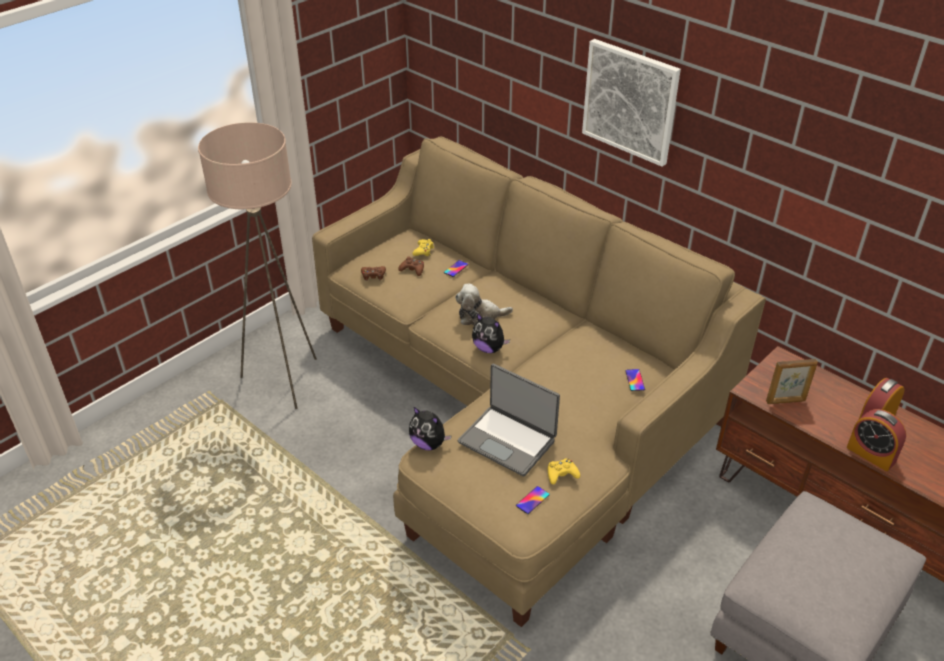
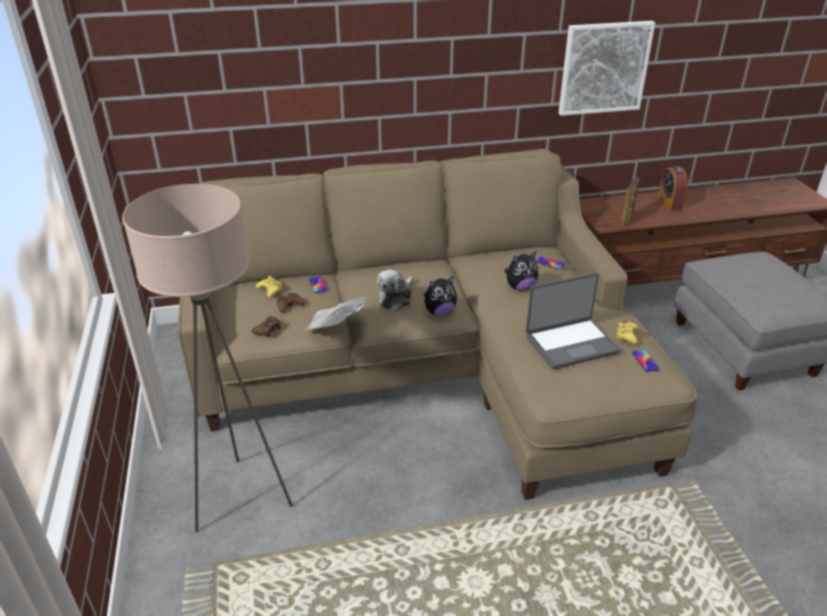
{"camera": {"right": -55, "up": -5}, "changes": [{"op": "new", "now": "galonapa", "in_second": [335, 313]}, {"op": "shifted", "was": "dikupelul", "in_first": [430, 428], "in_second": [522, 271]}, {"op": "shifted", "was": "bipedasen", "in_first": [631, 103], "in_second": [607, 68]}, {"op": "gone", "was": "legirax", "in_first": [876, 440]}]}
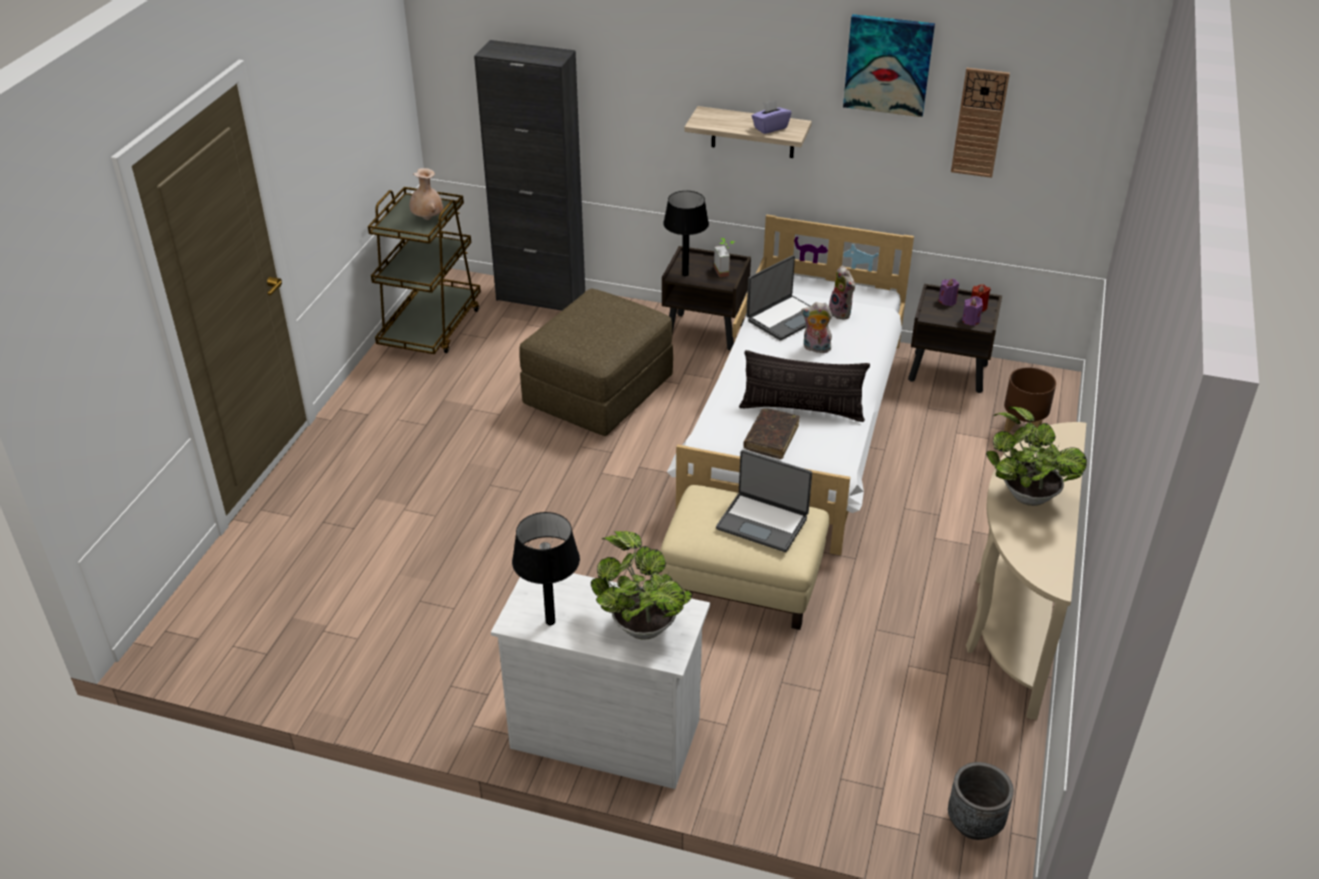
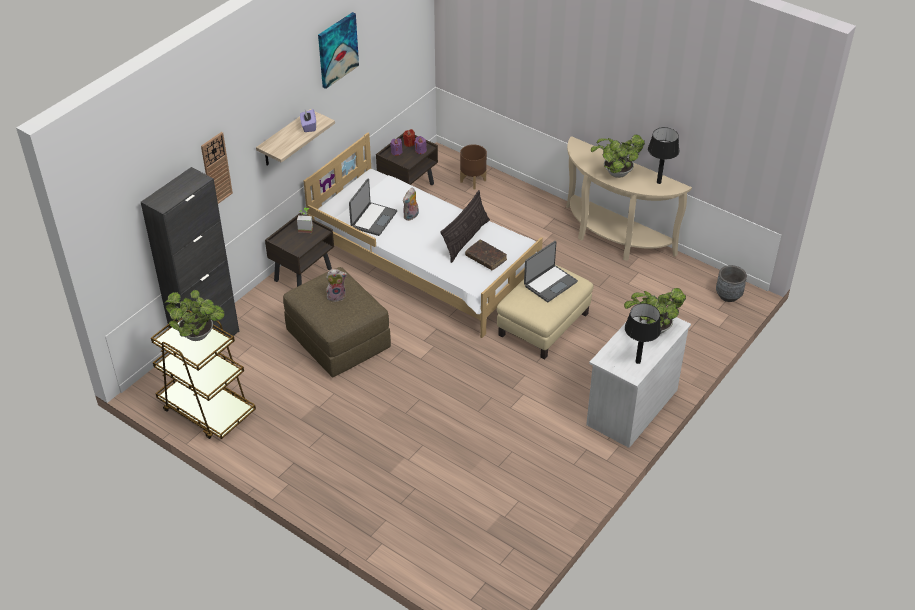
{"camera": {"right": -70, "up": 5}, "changes": [{"op": "swapped", "was": "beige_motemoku", "now": "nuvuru", "in_first": [426, 194], "in_second": [195, 315]}, {"op": "shifted", "was": "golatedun", "in_first": [980, 123], "in_second": [217, 168]}, {"op": "shifted", "was": "dikupelul", "in_first": [842, 292], "in_second": [336, 285]}, {"op": "rotated", "was": "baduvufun", "in_first": [778, 298], "in_second": [373, 207], "clockwise": 45}, {"op": "shifted", "was": "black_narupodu", "in_first": [686, 234], "in_second": [663, 155]}]}
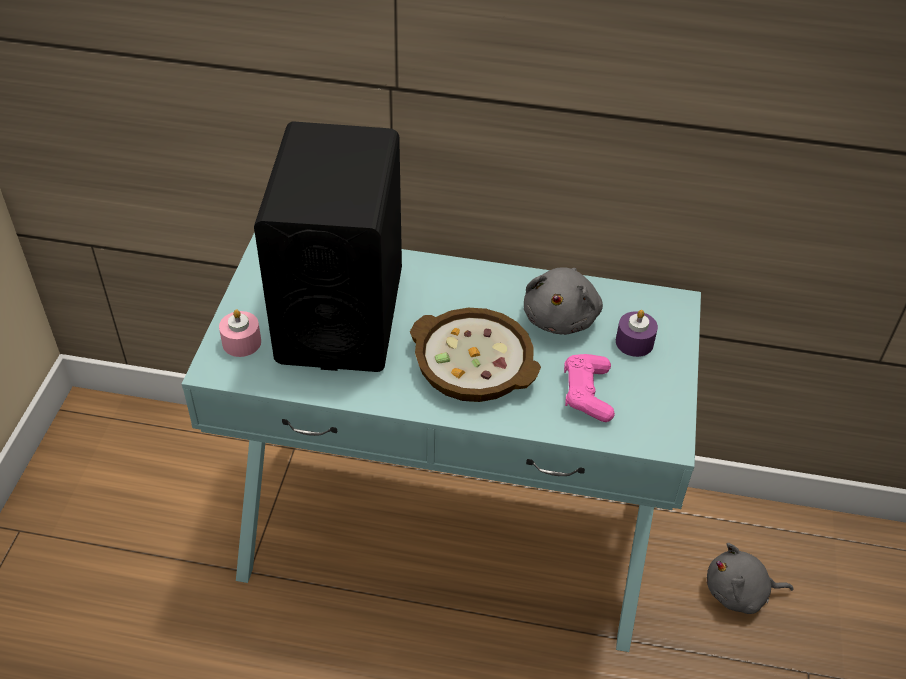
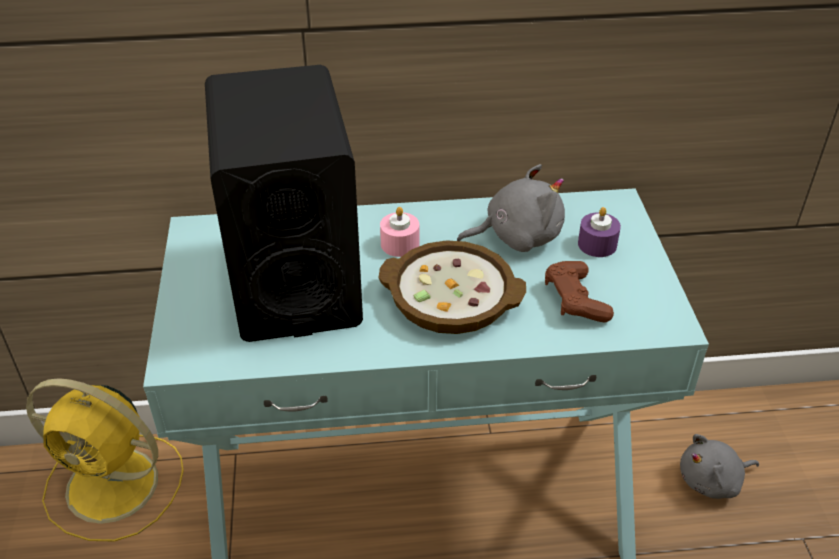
{"camera": {"right": -15, "up": -5}, "changes": [{"op": "new", "now": "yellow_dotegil", "in_second": [105, 459]}, {"op": "shifted", "was": "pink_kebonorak", "in_first": [240, 333], "in_second": [399, 232]}, {"op": "rotated", "was": "grey_dikupelul", "in_first": [563, 301], "in_second": [511, 208], "clockwise": -105}, {"op": "repainted", "was": "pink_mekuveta", "now": "brown_mekuveta", "in_first": [589, 388], "in_second": [579, 291]}]}
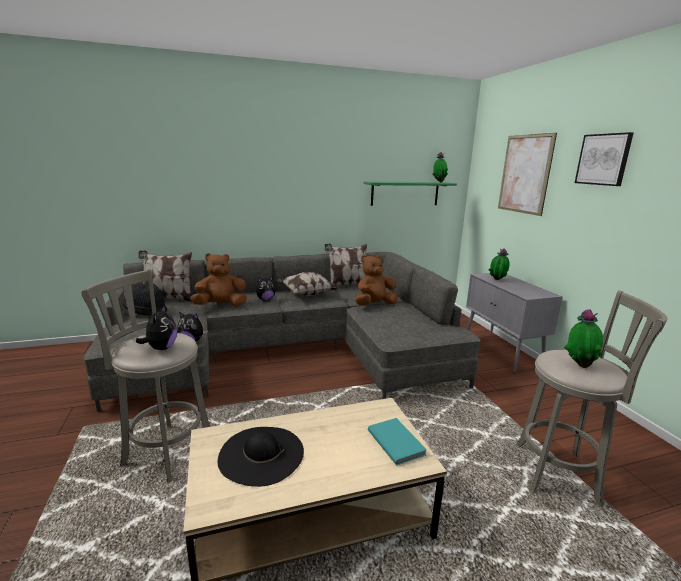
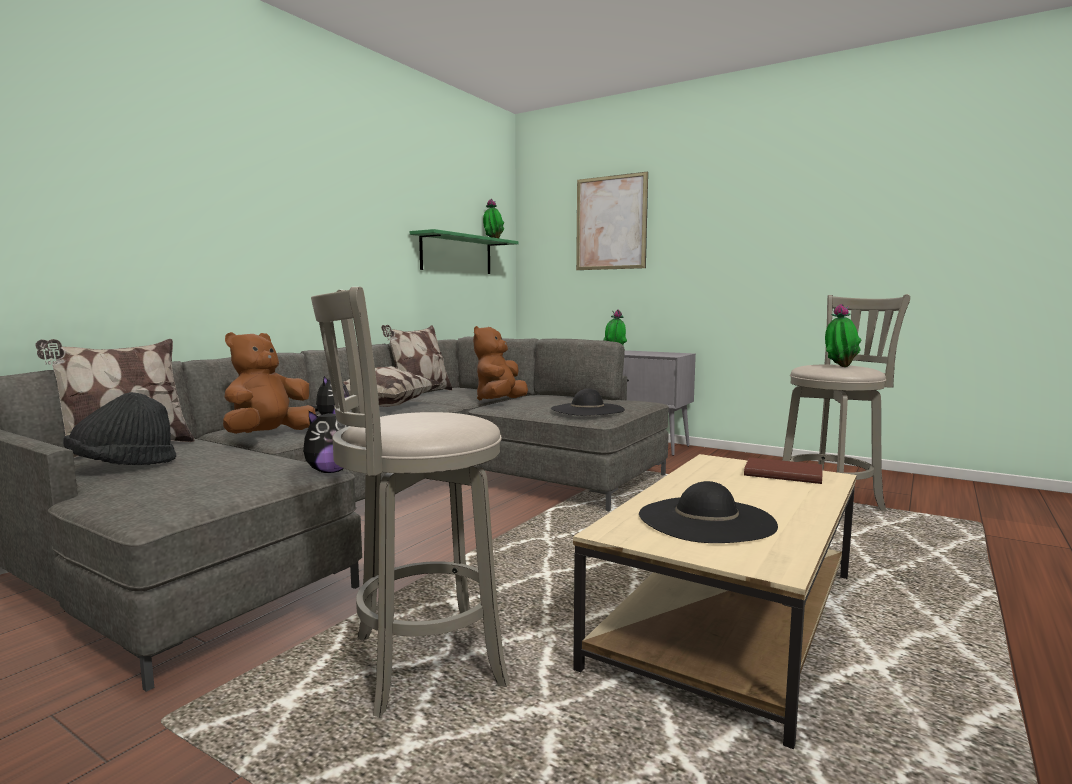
{"camera": {"right": -40, "up": -10}, "changes": [{"op": "new", "now": "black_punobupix", "in_second": [588, 402]}, {"op": "repainted", "was": "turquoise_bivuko", "now": "brown_bivuko", "in_first": [397, 441], "in_second": [783, 470]}, {"op": "gone", "was": "dikupelul", "in_first": [156, 327]}, {"op": "gone", "was": "bipedasen", "in_first": [604, 159]}]}
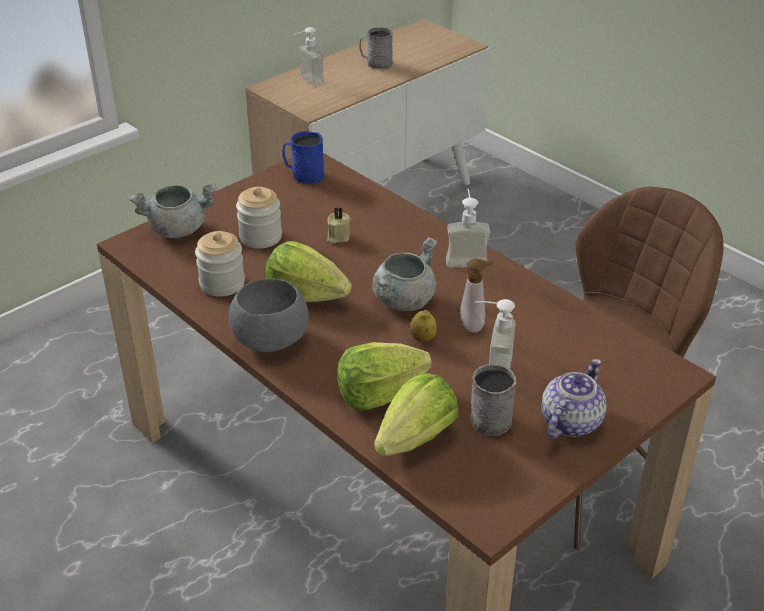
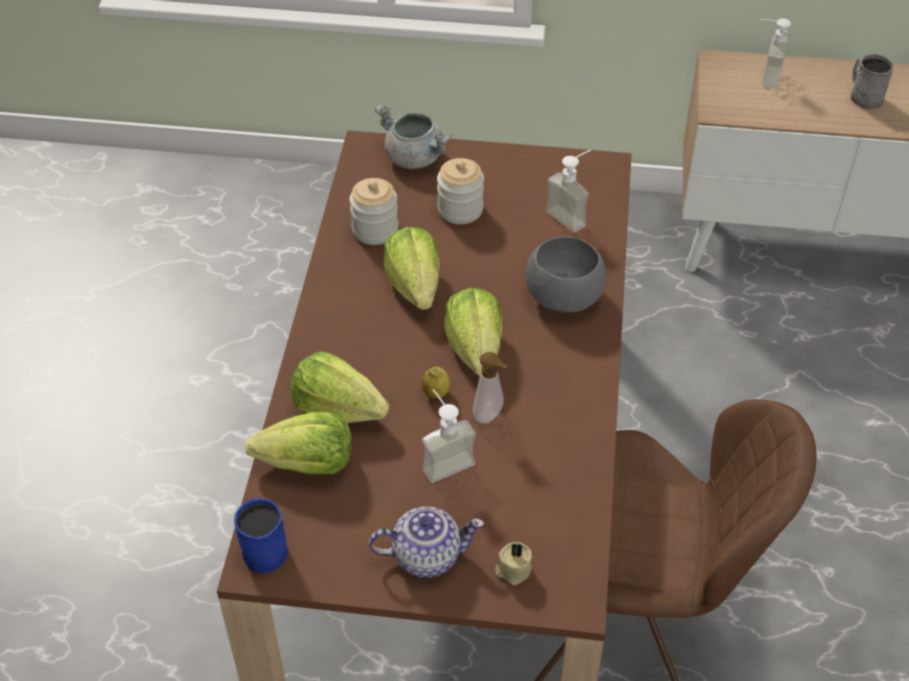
{"camera": {"right": 50, "up": 10}, "changes": [{"op": "shifted", "was": "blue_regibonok", "in_first": [303, 157], "in_second": [261, 535]}, {"op": "swapped", "was": "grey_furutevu", "now": "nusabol", "in_first": [404, 274], "in_second": [473, 332]}, {"op": "shifted", "was": "beige_kebonorak", "in_first": [339, 225], "in_second": [513, 563]}, {"op": "shifted", "was": "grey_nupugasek", "in_first": [269, 315], "in_second": [566, 274]}, {"op": "shifted", "was": "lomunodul", "in_first": [468, 227], "in_second": [568, 191]}, {"op": "gone", "was": "grey_regibonok", "in_first": [493, 400]}]}
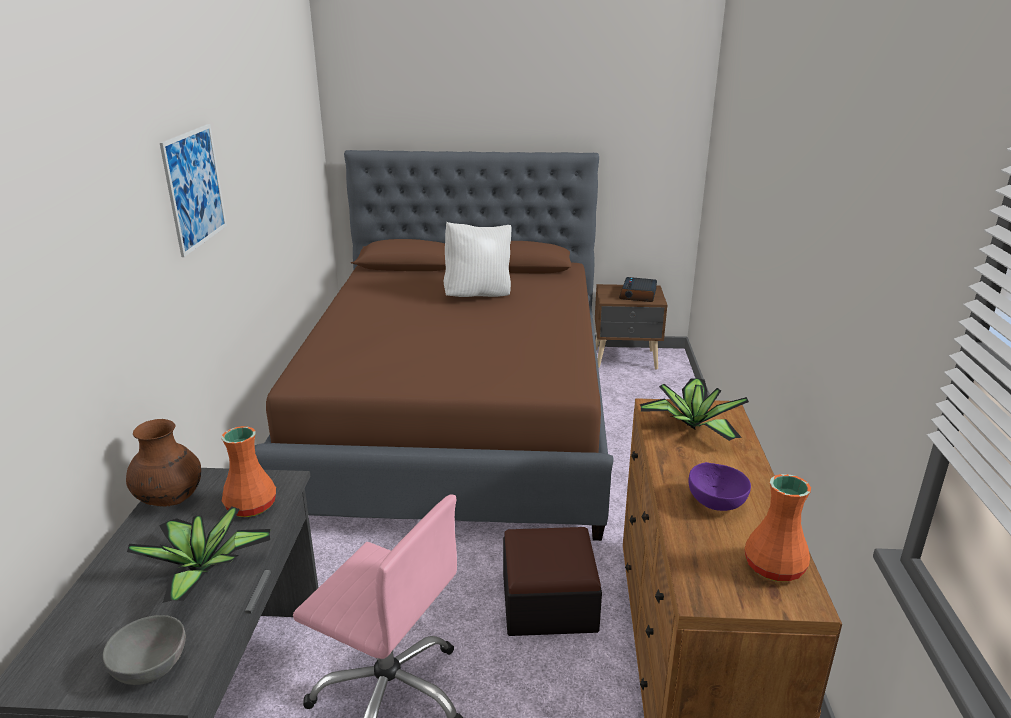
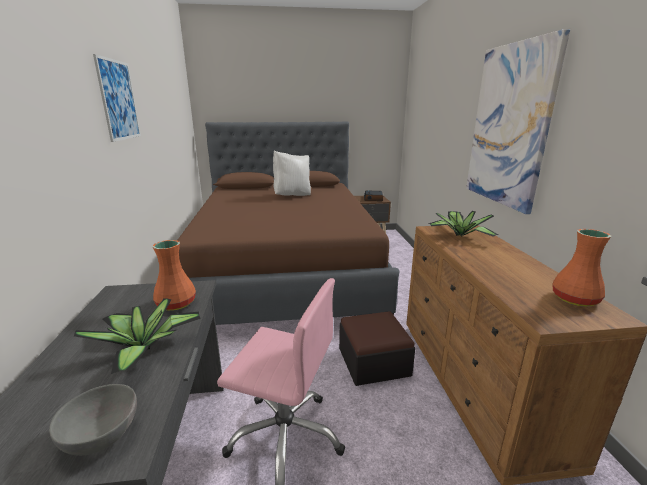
{"camera": {"right": -10, "up": -5}, "changes": [{"op": "new", "now": "bipedasen", "in_second": [518, 121]}, {"op": "gone", "was": "brown_motemoku", "in_first": [163, 463]}, {"op": "gone", "was": "purple_nupugasek", "in_first": [720, 486]}]}
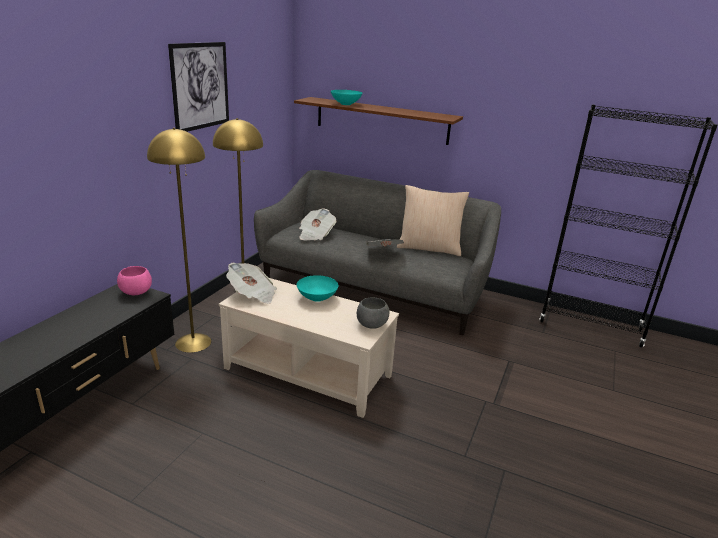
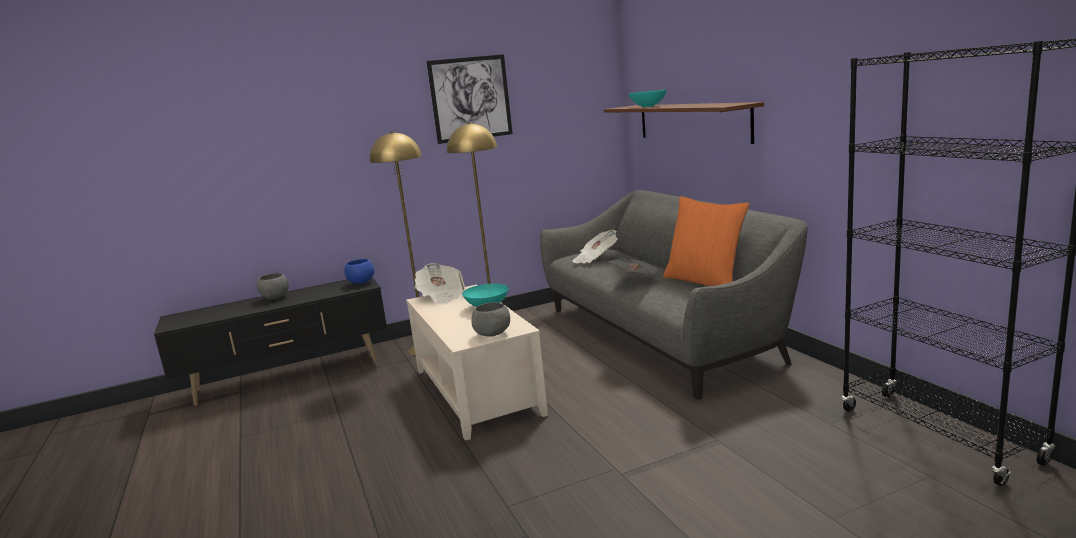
{"camera": {"right": 45, "up": -10}, "changes": [{"op": "new", "now": "grey_nupugasek", "in_second": [273, 286]}, {"op": "repainted", "was": "pink_nupugasek", "now": "blue_nupugasek", "in_first": [134, 280], "in_second": [359, 271]}, {"op": "repainted", "was": "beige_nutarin", "now": "orange_nutarin", "in_first": [433, 220], "in_second": [706, 241]}]}
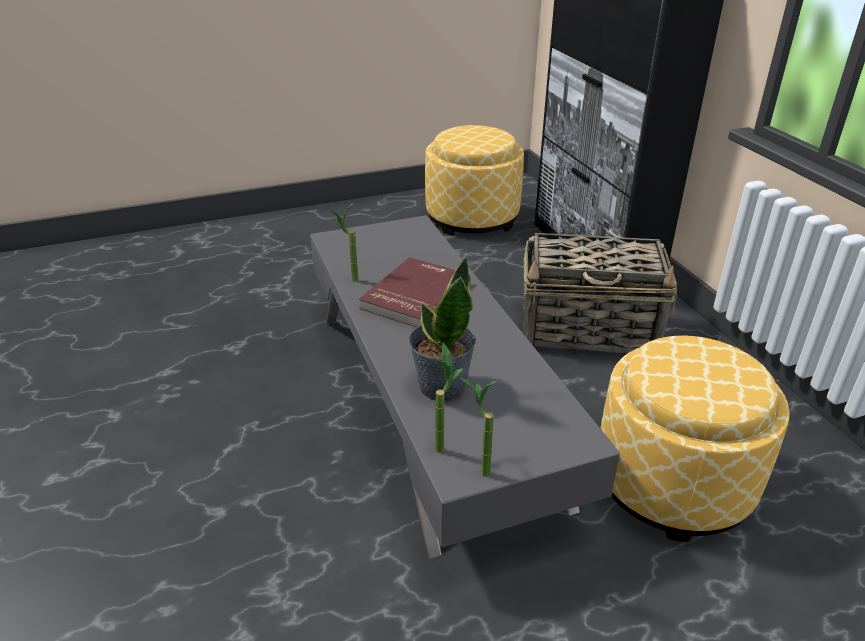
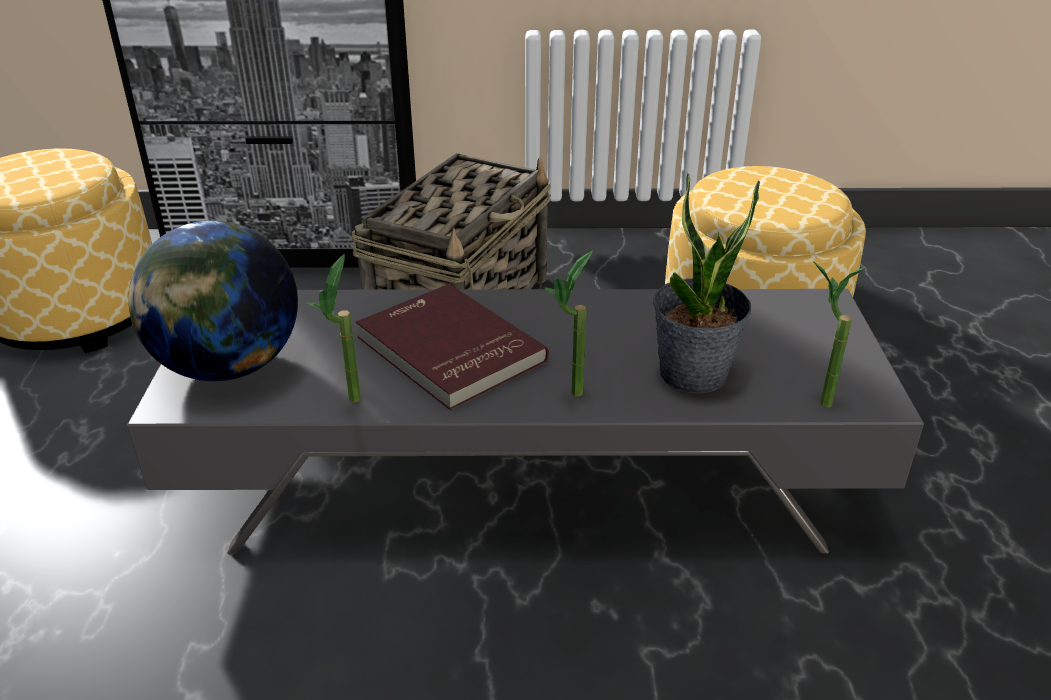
{"camera": {"right": -70, "up": 0}, "changes": [{"op": "new", "now": "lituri", "in_second": [213, 301]}, {"op": "shifted", "was": "nuvuru", "in_first": [478, 427], "in_second": [568, 324]}]}
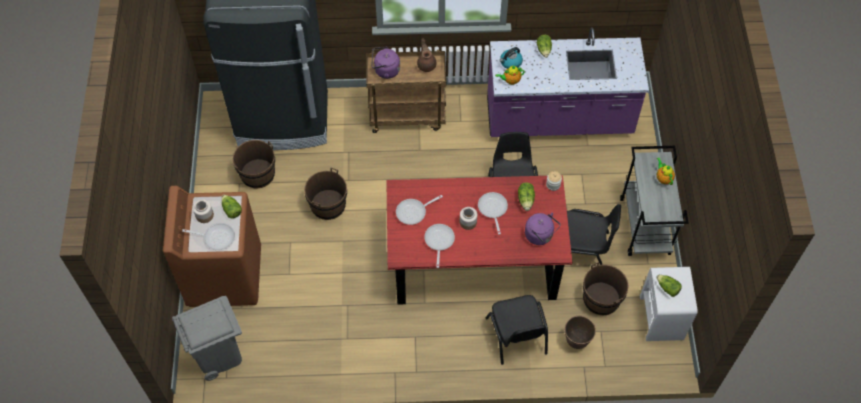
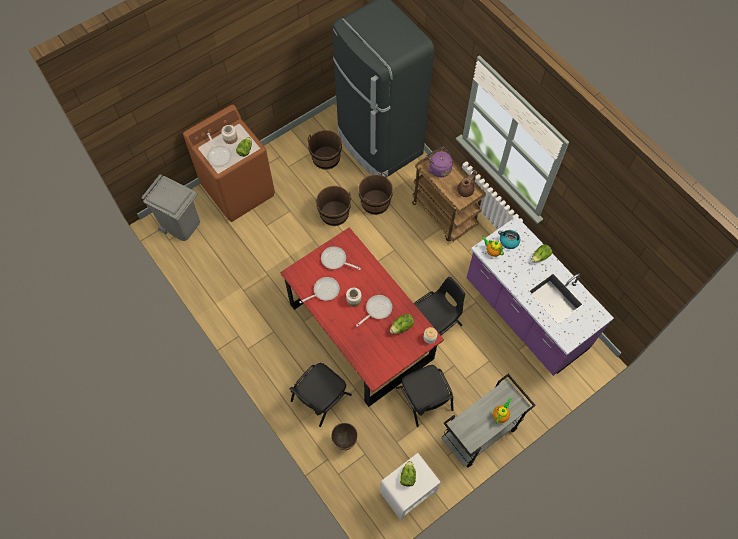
{"camera": {"right": 55, "up": 5}, "changes": [{"op": "shifted", "was": "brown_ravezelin", "in_first": [605, 288], "in_second": [375, 193]}, {"op": "gone", "was": "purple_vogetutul", "in_first": [543, 229]}]}
